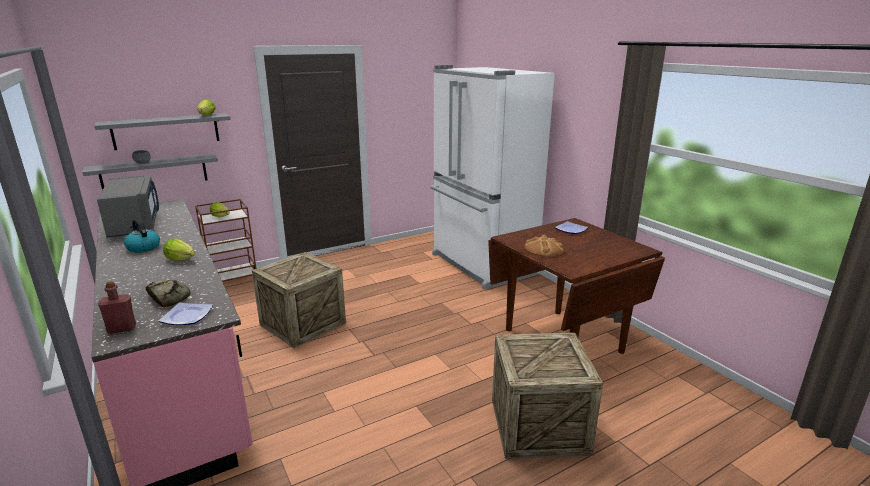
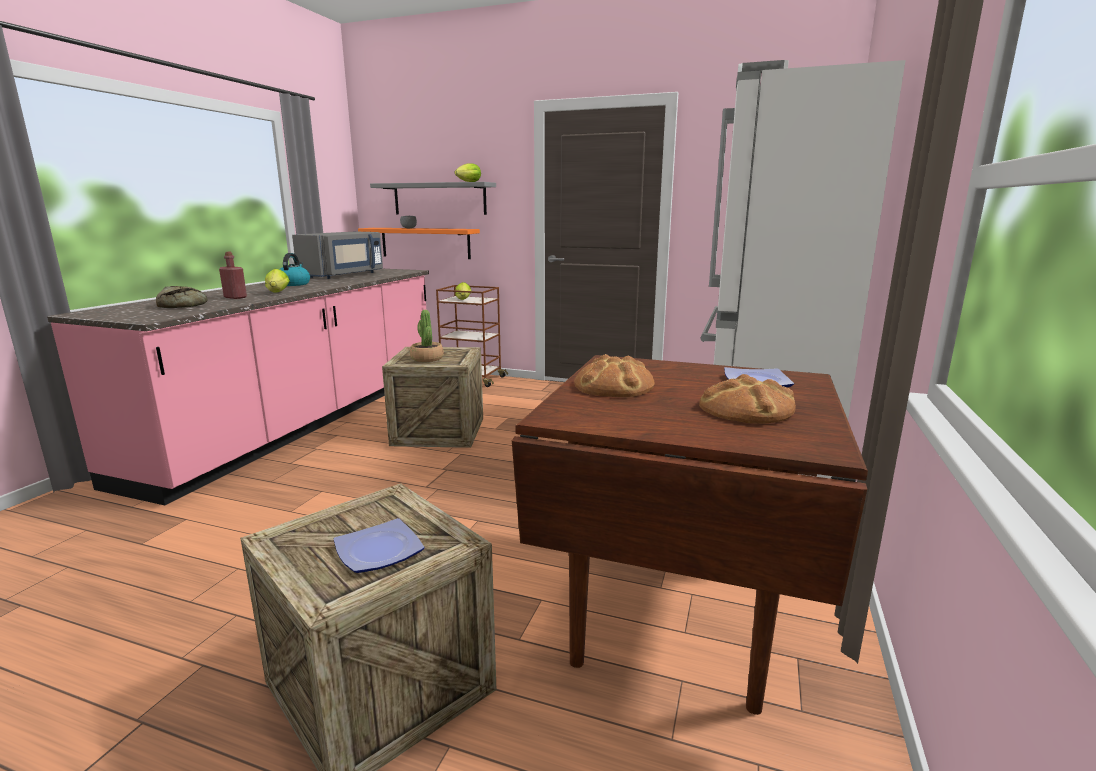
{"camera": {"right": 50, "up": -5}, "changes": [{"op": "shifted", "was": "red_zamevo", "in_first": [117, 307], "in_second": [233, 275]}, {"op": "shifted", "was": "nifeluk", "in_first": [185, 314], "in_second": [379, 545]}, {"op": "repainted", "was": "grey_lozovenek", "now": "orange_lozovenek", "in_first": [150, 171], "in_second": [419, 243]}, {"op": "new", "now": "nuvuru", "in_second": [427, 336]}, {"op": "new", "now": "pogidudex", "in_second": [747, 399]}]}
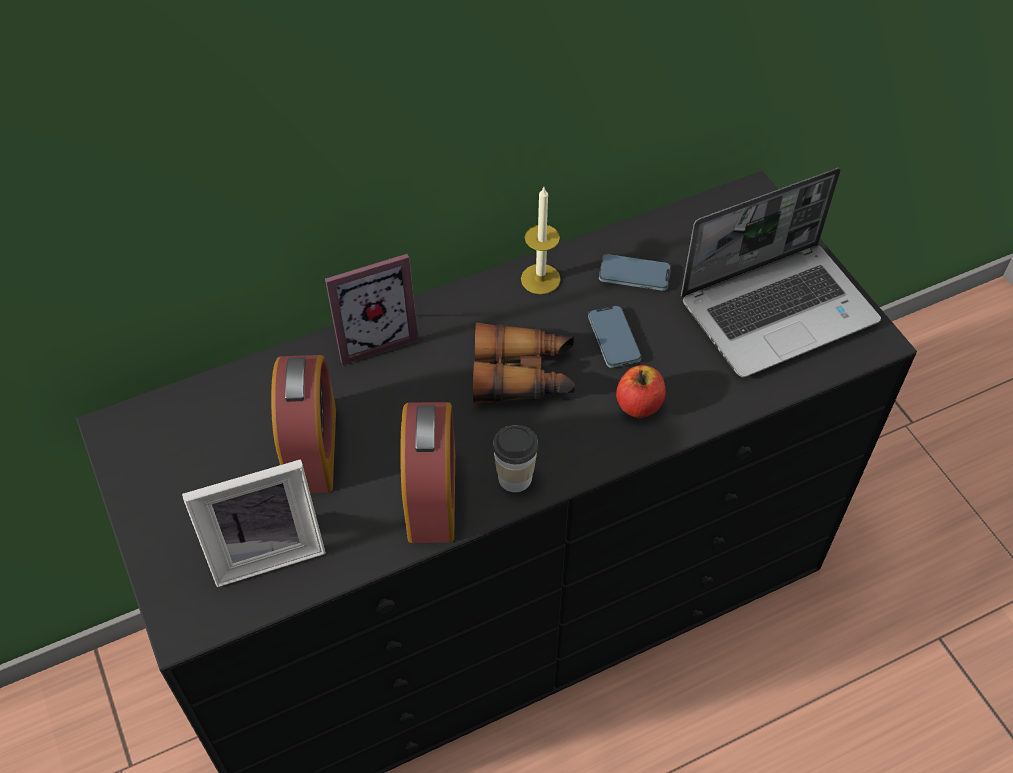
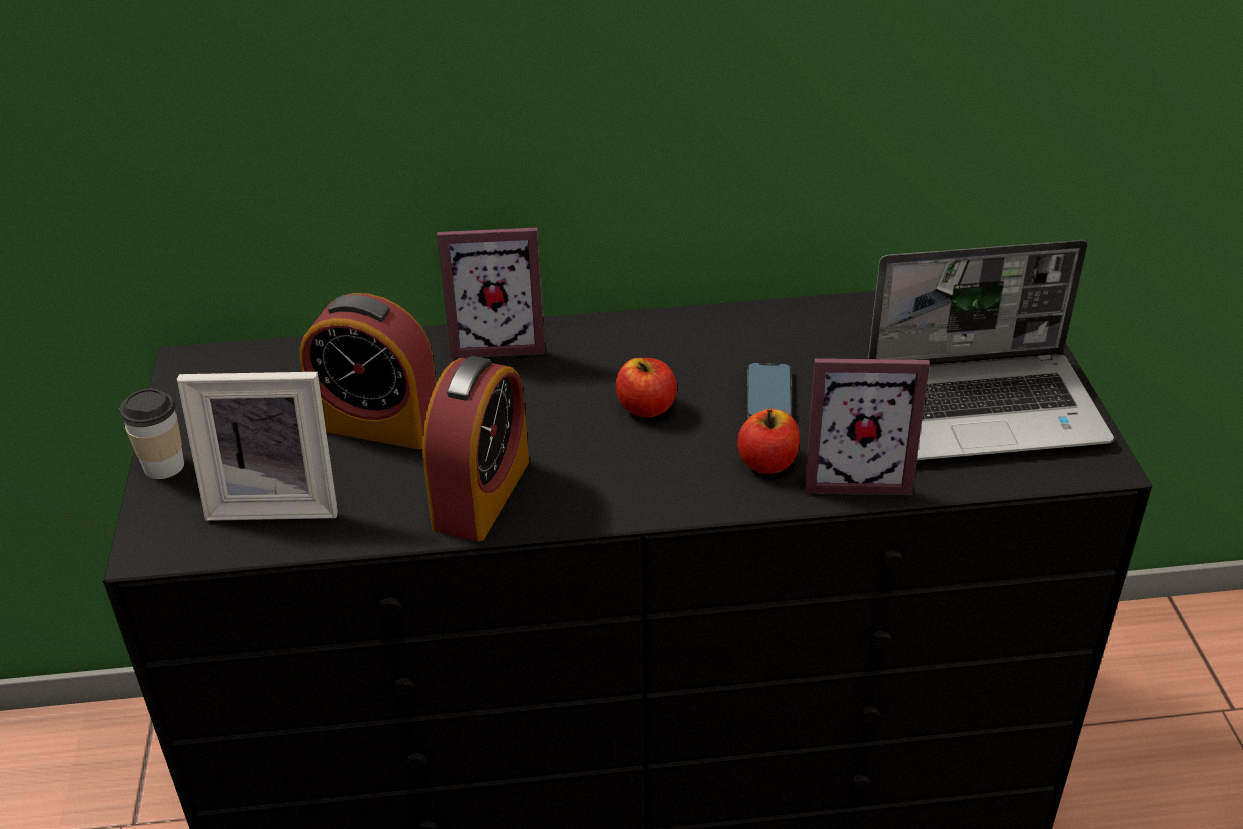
{"camera": {"right": 20, "up": -15}, "changes": [{"op": "shifted", "was": "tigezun", "in_first": [515, 458], "in_second": [151, 434]}, {"op": "rotated", "was": "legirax", "in_first": [303, 424], "in_second": [367, 371], "clockwise": 90}, {"op": "swapped", "was": "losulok", "now": "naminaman", "in_first": [524, 362], "in_second": [646, 387]}, {"op": "new", "now": "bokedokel", "in_second": [867, 426]}, {"op": "gone", "was": "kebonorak", "in_first": [541, 240]}, {"op": "gone", "was": "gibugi", "in_first": [635, 272]}]}
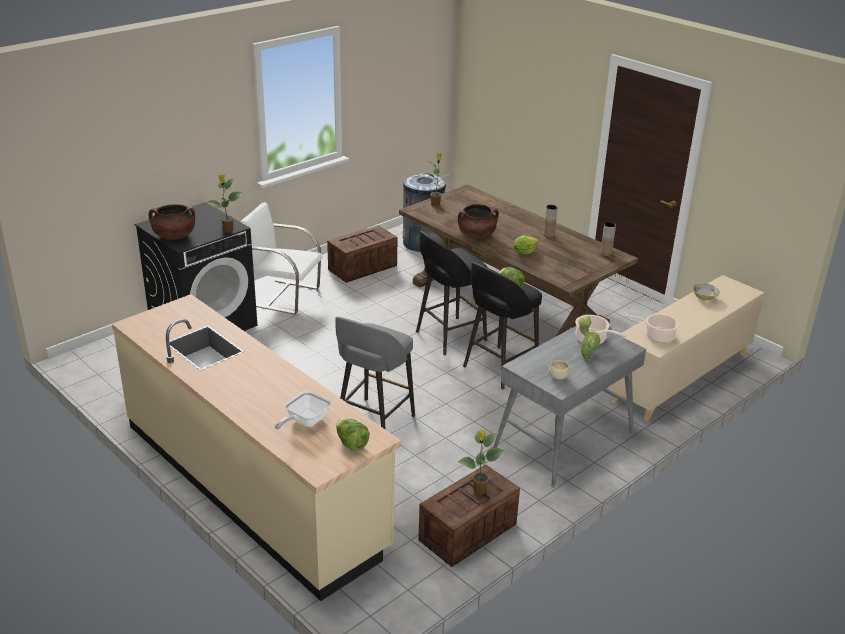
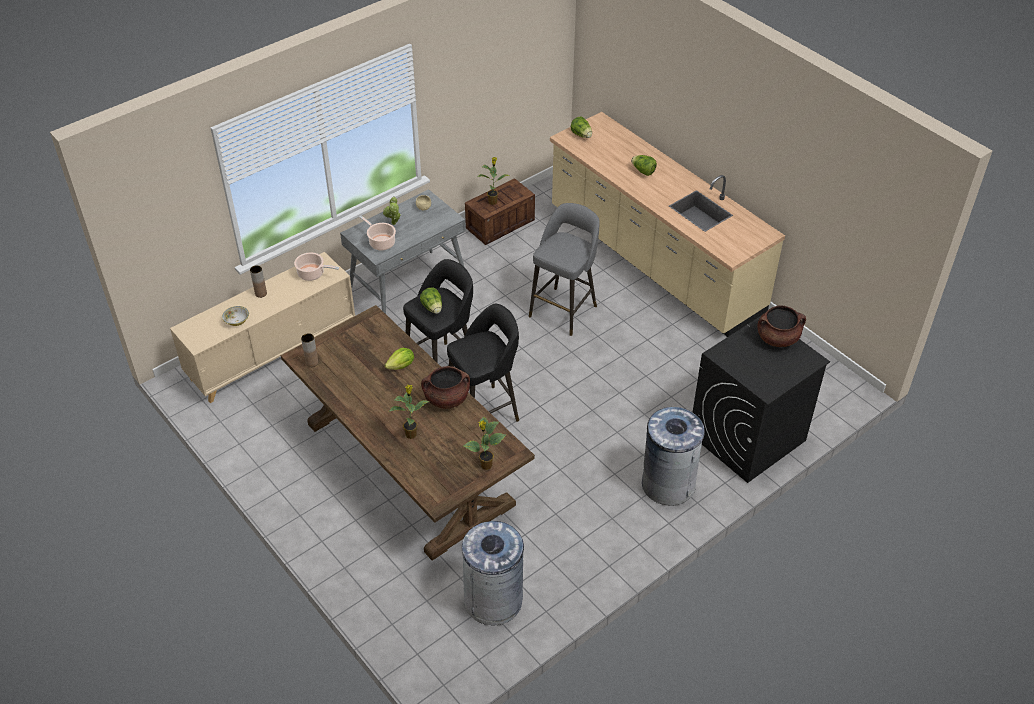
{"camera": {"right": -175, "up": 15}, "changes": [{"op": "shifted", "was": "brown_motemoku", "in_first": [551, 221], "in_second": [258, 281]}, {"op": "shifted", "was": "nuvuru", "in_first": [225, 204], "in_second": [410, 412]}, {"op": "new", "now": "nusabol", "in_second": [644, 165]}, {"op": "swapped", "was": "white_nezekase", "now": "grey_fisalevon", "in_first": [281, 258], "in_second": [673, 456]}, {"op": "gone", "was": "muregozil", "in_first": [303, 410]}, {"op": "gone", "was": "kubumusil", "in_first": [362, 254]}]}
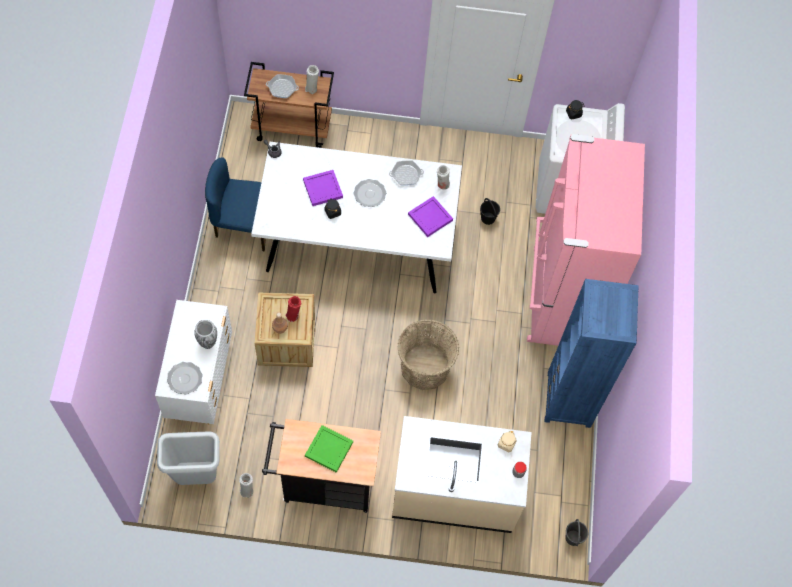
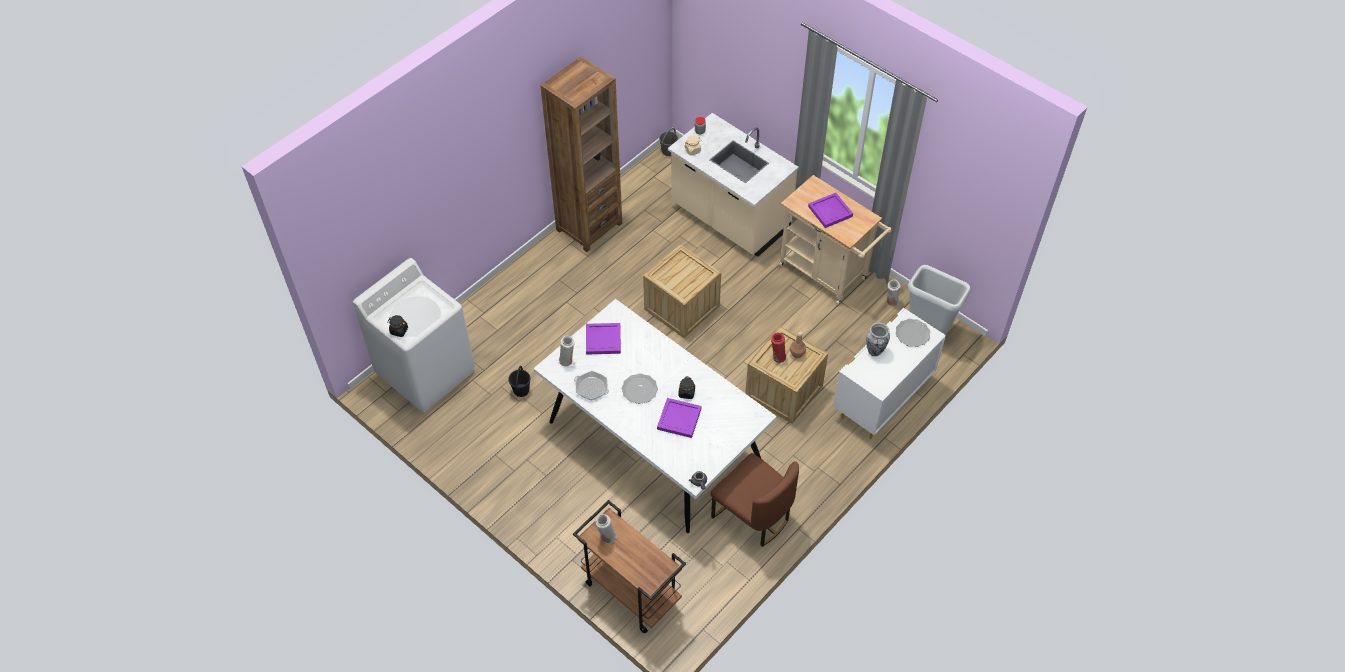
{"camera": {"right": -140, "up": -10}, "changes": [{"op": "repainted", "was": "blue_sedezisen", "now": "brown_sedezisen", "in_first": [591, 353], "in_second": [581, 154]}, {"op": "swapped", "was": "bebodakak", "now": "kubumusil", "in_first": [428, 354], "in_second": [682, 291]}, {"op": "repainted", "was": "blue_nezekase", "now": "brown_nezekase", "in_first": [235, 204], "in_second": [755, 500]}, {"op": "repainted", "was": "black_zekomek", "now": "beige_zekomek", "in_first": [321, 466], "in_second": [835, 240]}, {"op": "repainted", "was": "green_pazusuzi", "now": "purple_pazusuzi", "in_first": [329, 449], "in_second": [830, 210]}, {"op": "gone", "was": "muregozil", "in_first": [282, 86]}, {"op": "gone", "was": "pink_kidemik", "in_first": [586, 240]}]}
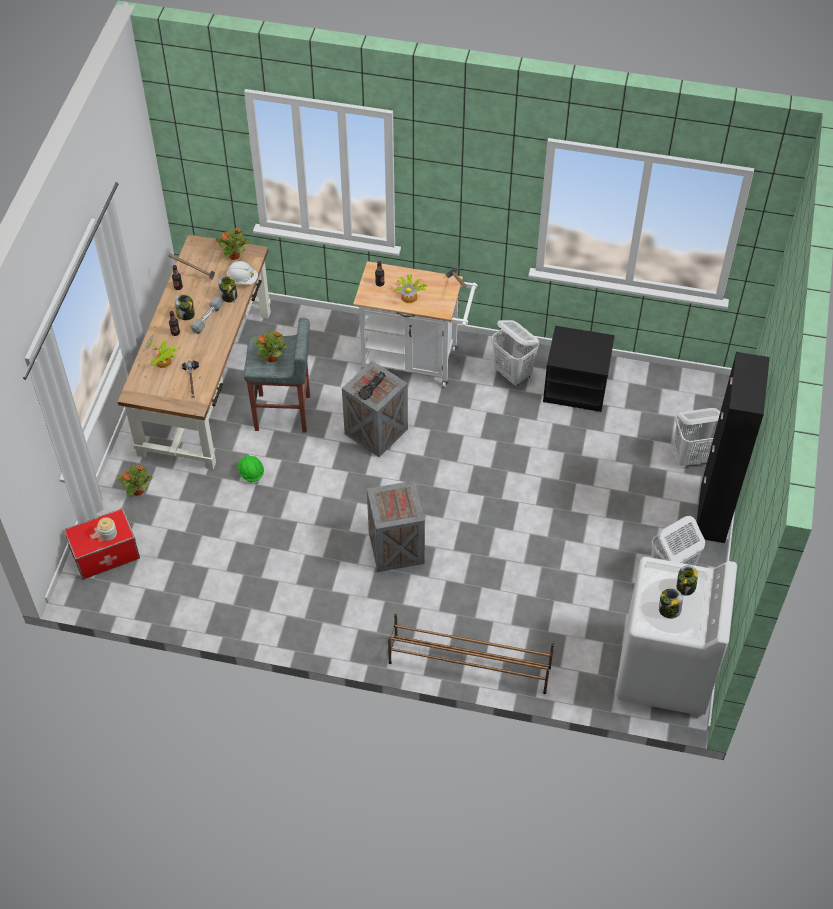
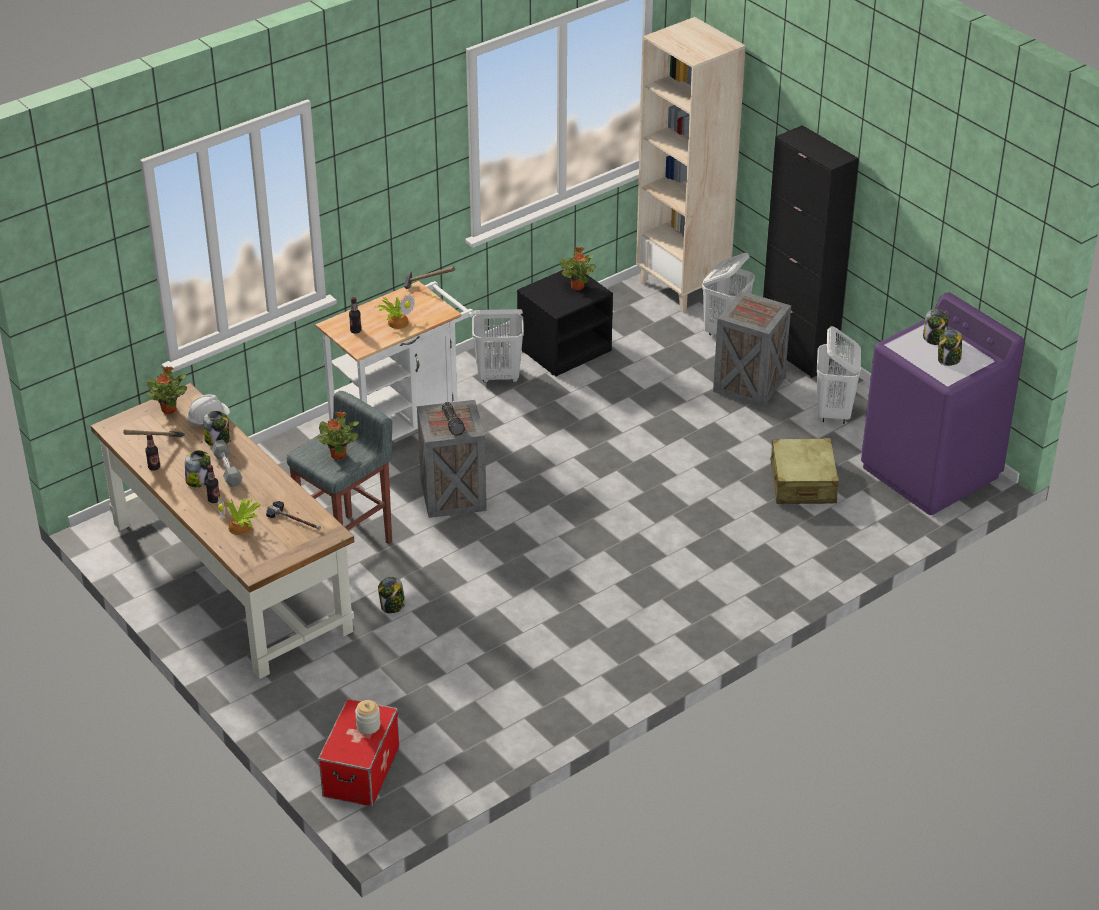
{"camera": {"right": -50, "up": -15}, "changes": [{"op": "swapped", "was": "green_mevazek", "now": "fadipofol", "in_first": [251, 469], "in_second": [392, 595]}, {"op": "shifted", "was": "nuvuru", "in_first": [134, 480], "in_second": [578, 268]}, {"op": "new", "now": "beige_sedezisen", "in_second": [691, 165]}, {"op": "shifted", "was": "kubumusil", "in_first": [396, 526], "in_second": [752, 349]}, {"op": "new", "now": "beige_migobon", "in_second": [804, 471]}, {"op": "repainted", "was": "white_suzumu", "now": "purple_suzumu", "in_first": [676, 636], "in_second": [943, 403]}, {"op": "gone", "was": "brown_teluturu", "in_first": [471, 654]}]}
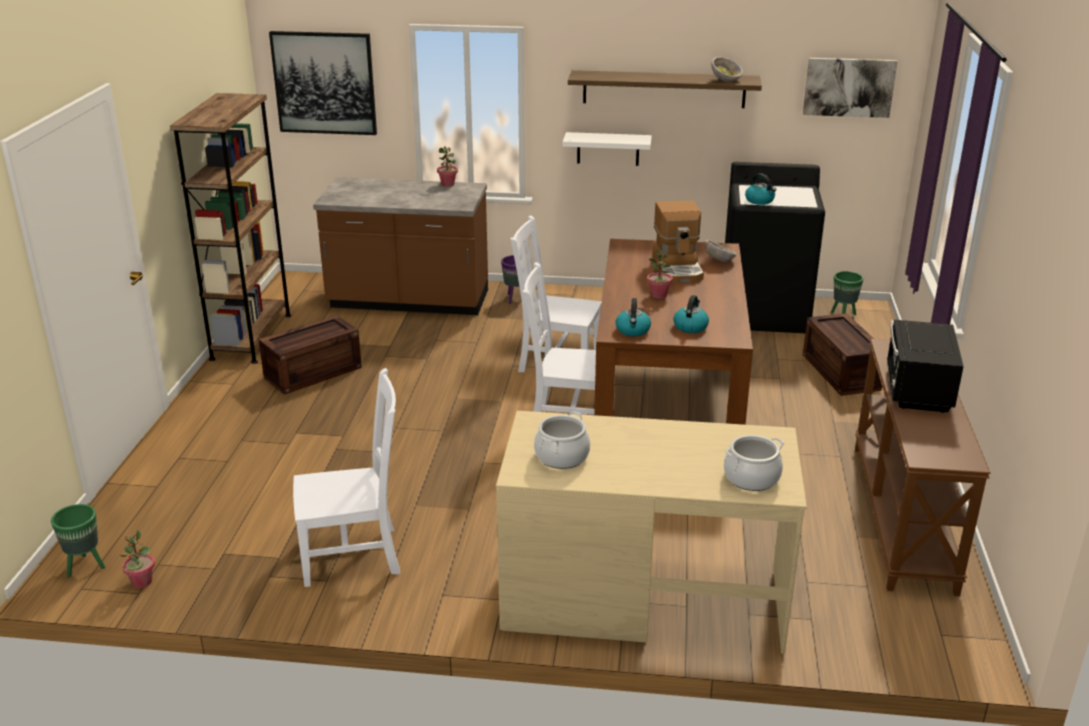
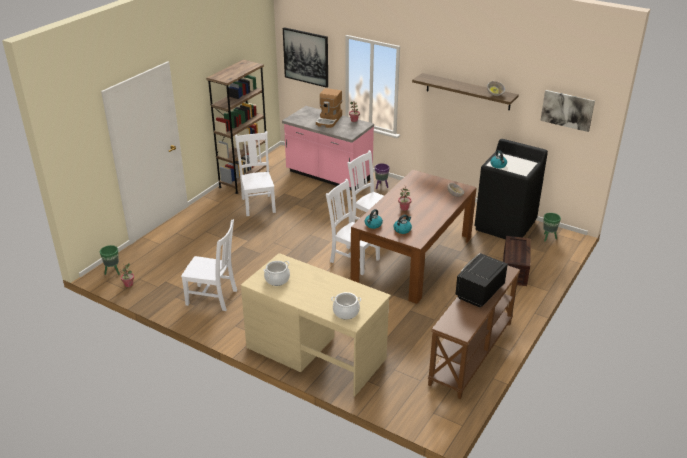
{"camera": {"right": 25, "up": 5}, "changes": [{"op": "swapped", "was": "kubumusil", "now": "white_nezekase", "in_first": [310, 355], "in_second": [255, 173]}, {"op": "repainted", "was": "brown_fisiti", "now": "pink_fisiti", "in_first": [400, 246], "in_second": [328, 148]}, {"op": "shifted", "was": "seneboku", "in_first": [678, 241], "in_second": [329, 108]}, {"op": "gone", "was": "white_lozovenek", "in_first": [607, 149]}]}
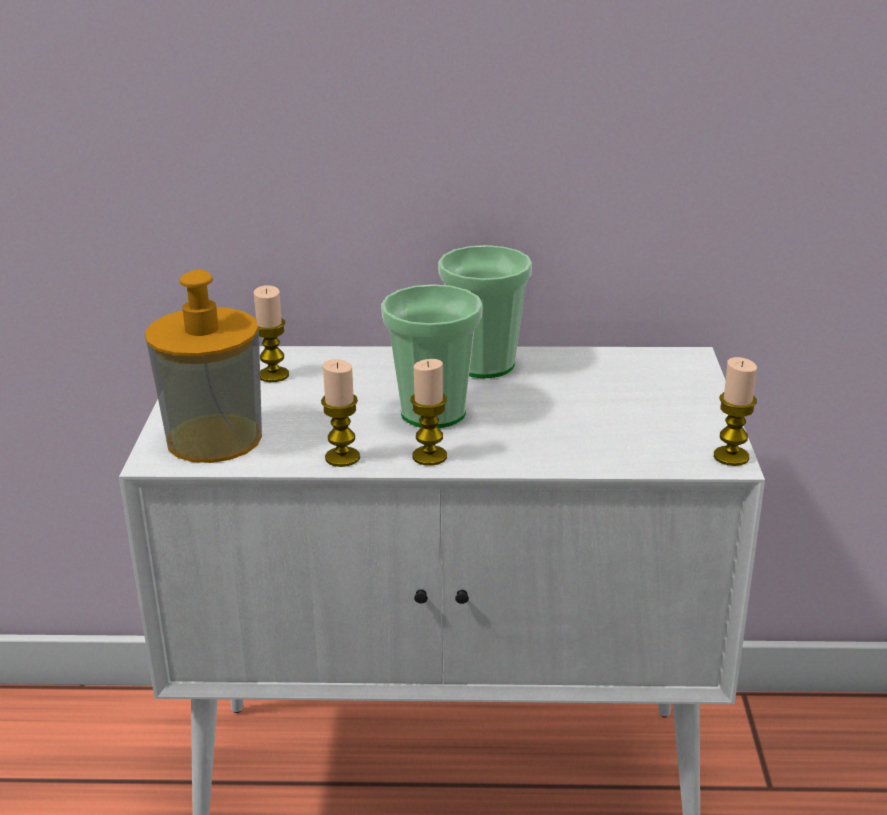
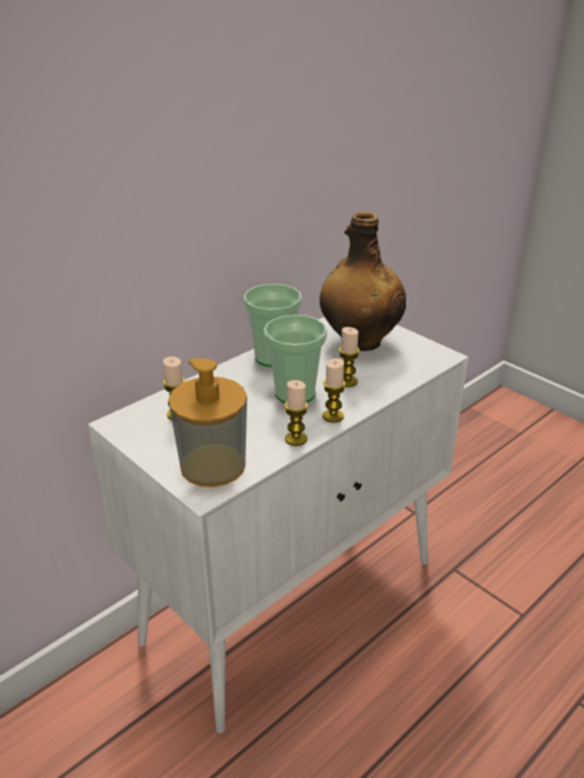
{"camera": {"right": -45, "up": 5}, "changes": [{"op": "new", "now": "zamevo", "in_second": [363, 281]}, {"op": "shifted", "was": "kebonorak", "in_first": [735, 411], "in_second": [349, 357]}]}
